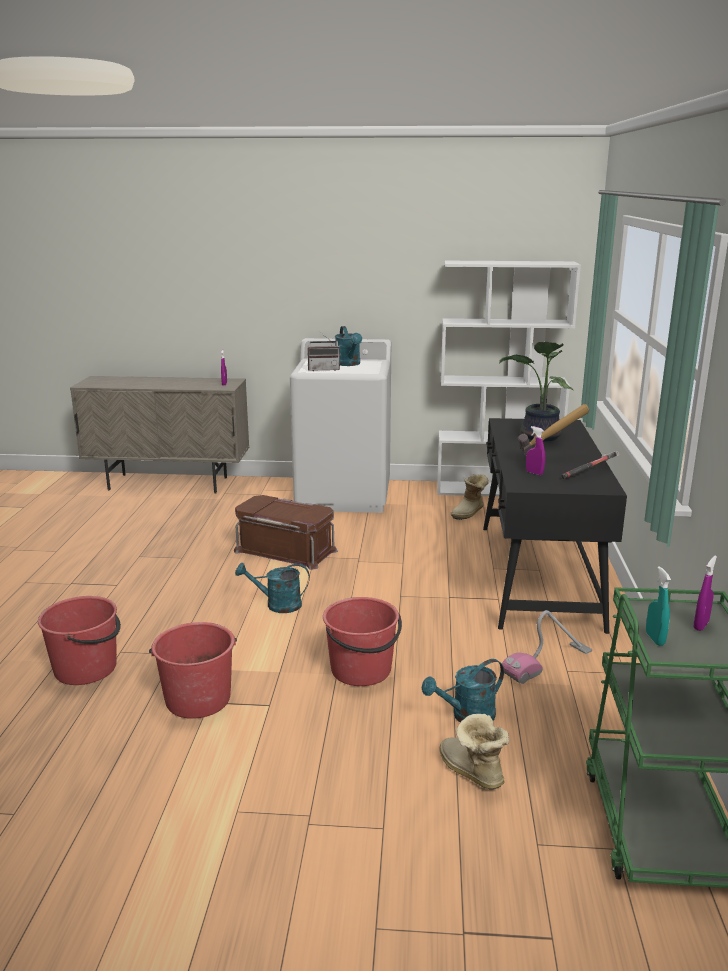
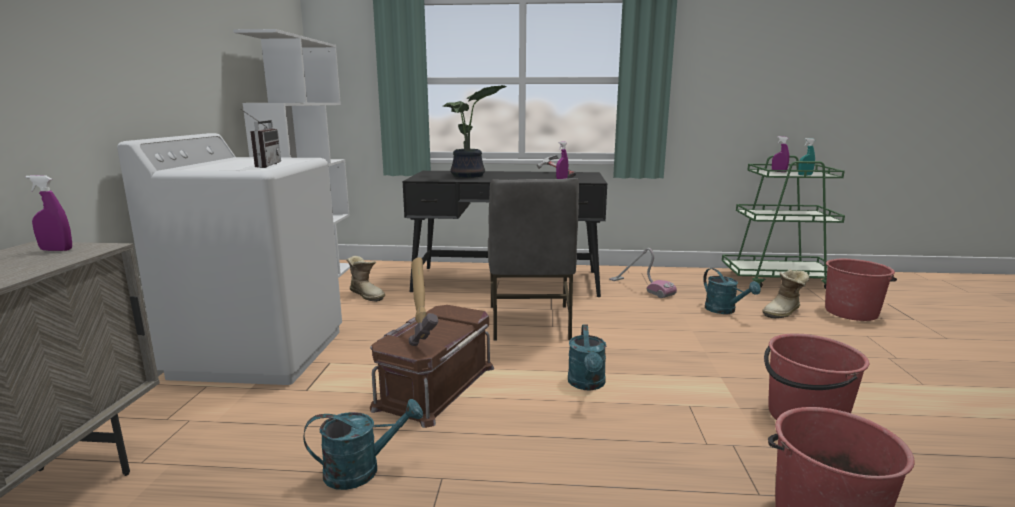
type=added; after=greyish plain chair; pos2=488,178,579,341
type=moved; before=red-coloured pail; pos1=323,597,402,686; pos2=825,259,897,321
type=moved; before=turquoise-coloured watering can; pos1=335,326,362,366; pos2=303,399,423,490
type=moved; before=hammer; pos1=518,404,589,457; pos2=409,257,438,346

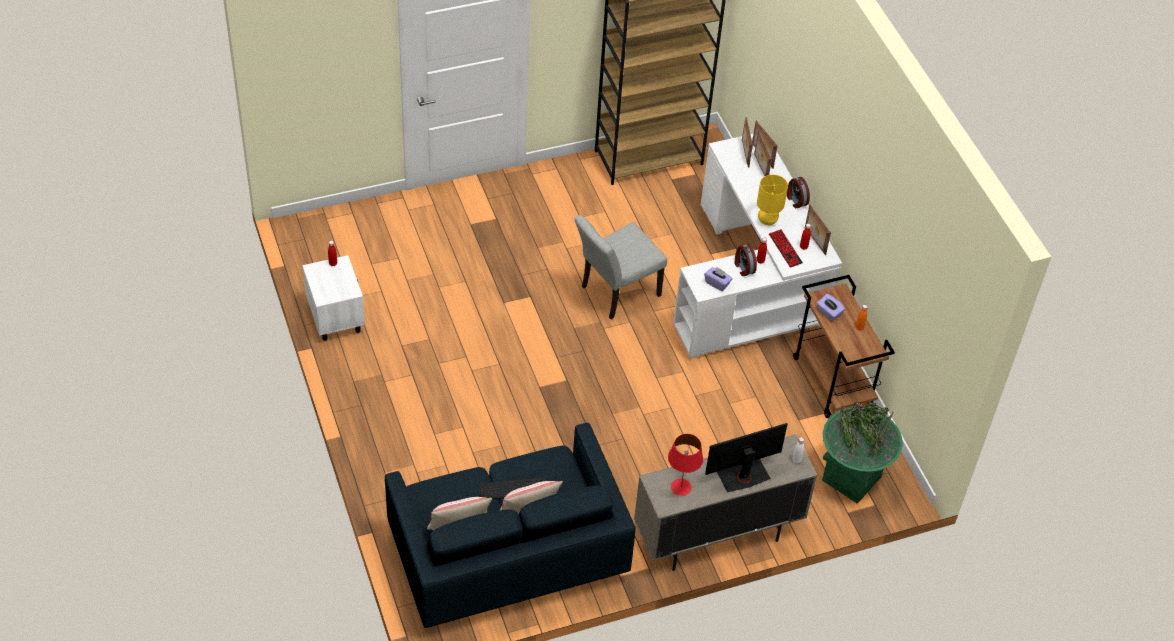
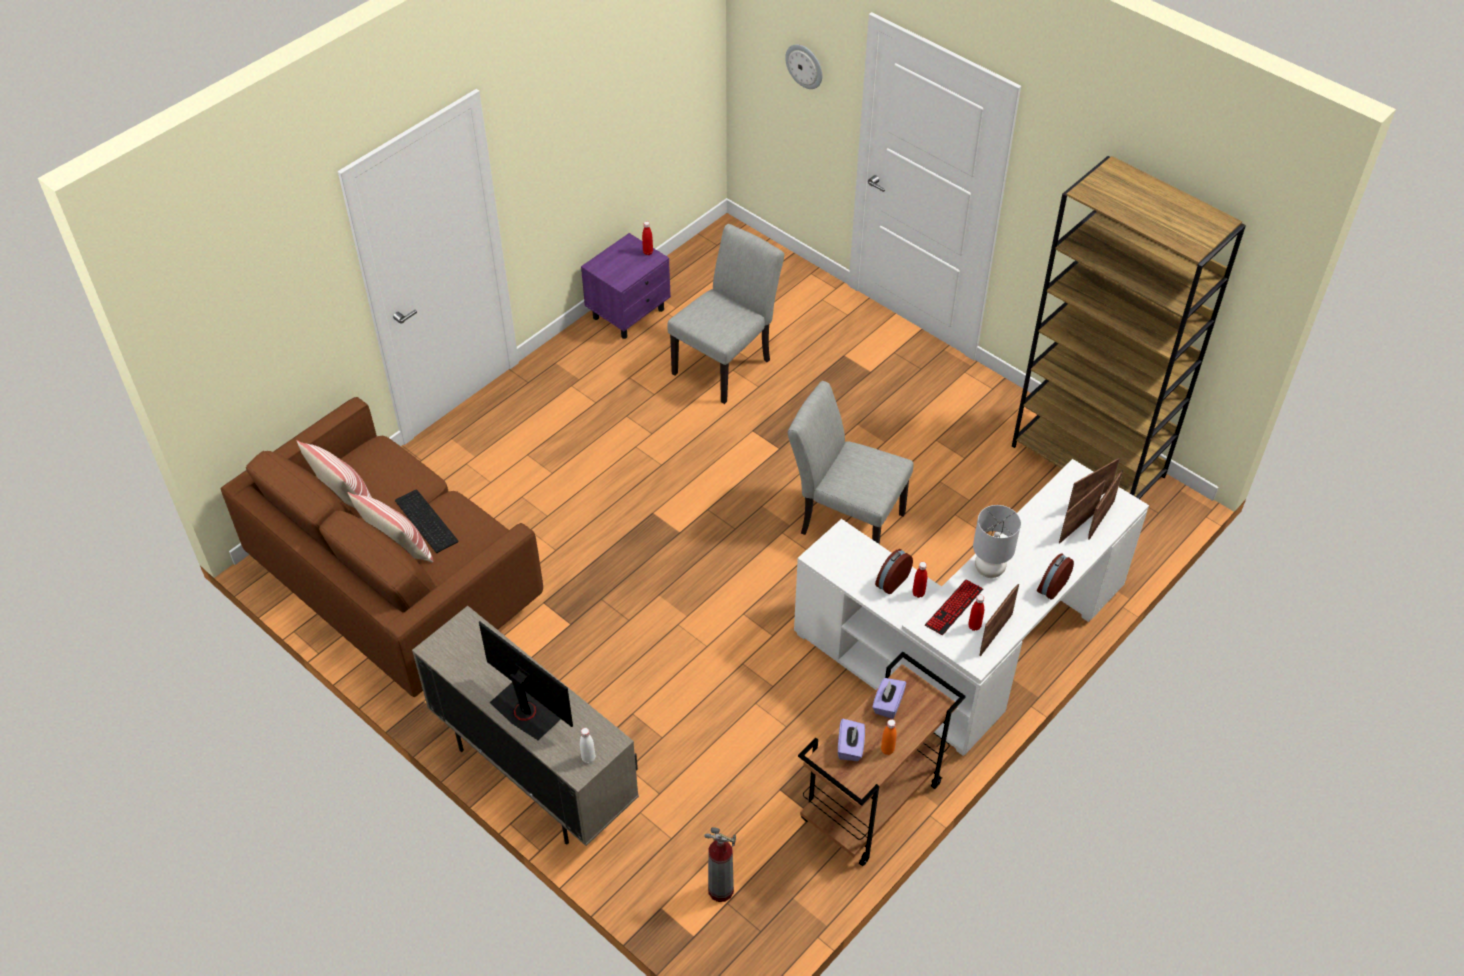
type=removed; before=red-coloured tabletop lamp; pos1=668,434,703,496
type=added; after=greyish plain chair; pos2=667,224,784,404
type=added; after=hanging clock; pos2=785,44,822,89
type=moved; before=purple box of tissues; pos1=704,267,732,291; pos2=838,719,865,761
type=replaced; before=green-coloured plant pot; after=fire extinguisher; pos1=822,402,903,504; pos2=704,827,736,902
type=recoloured; before=white bedside table; after=purple bedside table; pos1=302,255,365,341; pos2=581,233,671,339
type=recoloured; before=bluish settee; after=brown-coloured settee; pos1=385,423,636,628; pos2=221,397,543,697
type=recoloured; before=yellow-coloured tabletop lamp; after=greyish tabletop lamp; pos1=757,175,788,225; pos2=973,505,1021,578

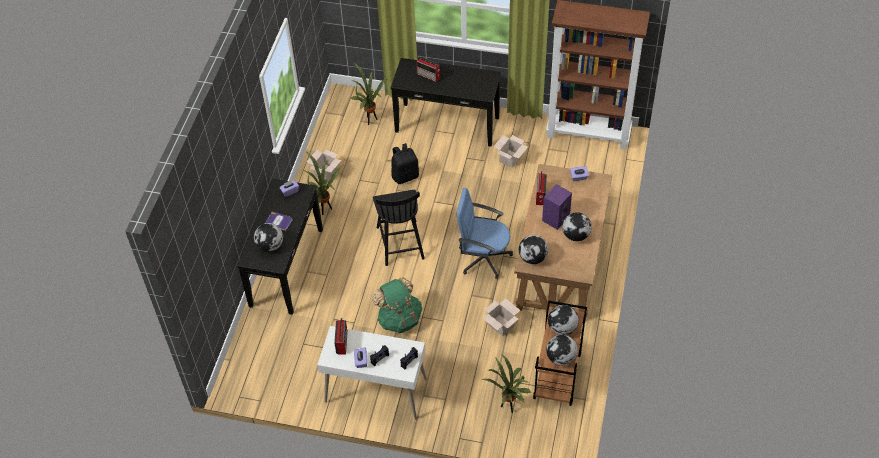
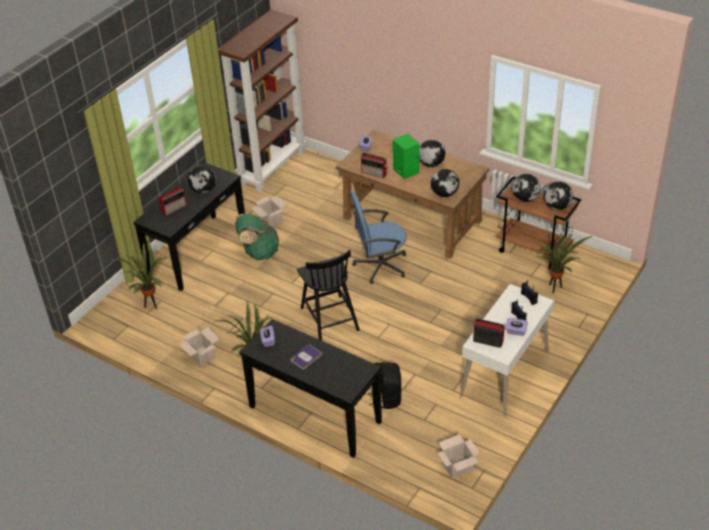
type=moved; before=world globe; pos1=254,223,283,252; pos2=188,165,216,193
type=moved; before=green-coloured backpack; pos1=372,277,422,333; pos2=235,213,279,260
type=moved; before=black backpack; pos1=391,143,419,184; pos2=368,362,402,409
type=moved; before=packing box; pos1=483,298,520,336; pos2=437,434,480,479
type=recoloured; before=purple speaker; after=green-coloured speaker; pos1=542,184,572,230; pos2=393,134,420,179
type=turned; before=black plain chair; pos1=373,190,425,266; pos2=297,250,360,341; turn=60
type=turned; before=bluish office chair; pos1=457,188,513,279; pos2=350,191,407,284; turn=45

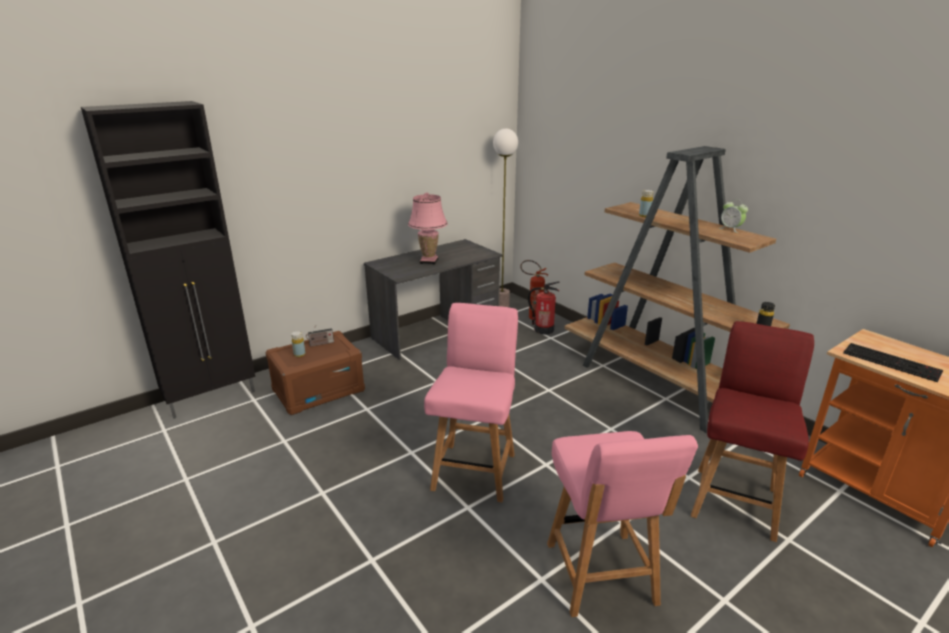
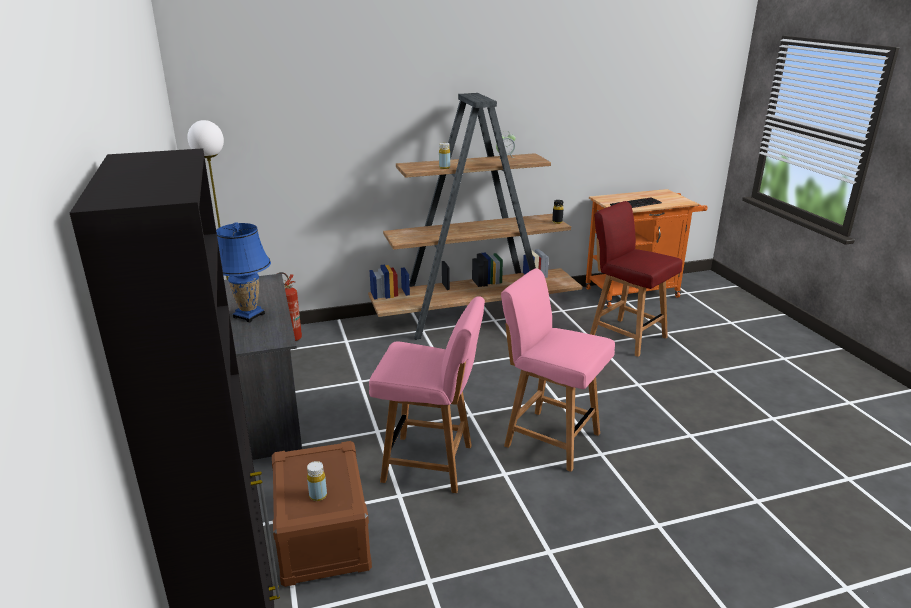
type=removed; before=radio receiver; pos1=306,326,334,347
type=removed; before=fire extinguisher; pos1=528,281,560,334
type=moved; before=pink-coloured plain chair; pos1=547,431,698,617; pos2=369,296,485,493
type=recoloured; before=pink-coloured tabletop lamp; after=bluish tabletop lamp; pos1=408,192,448,265; pos2=216,222,271,323

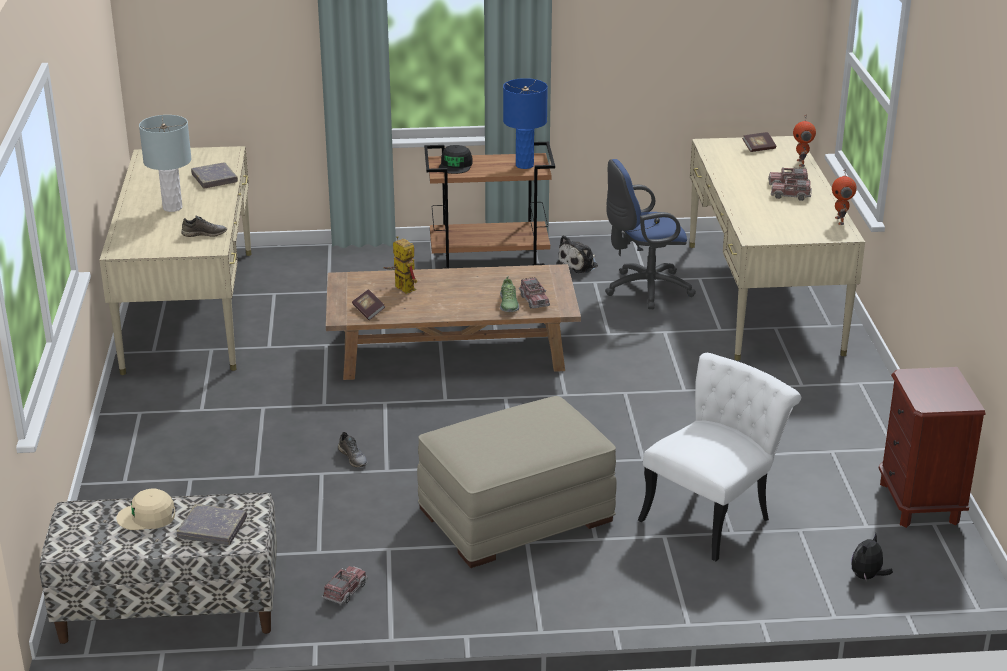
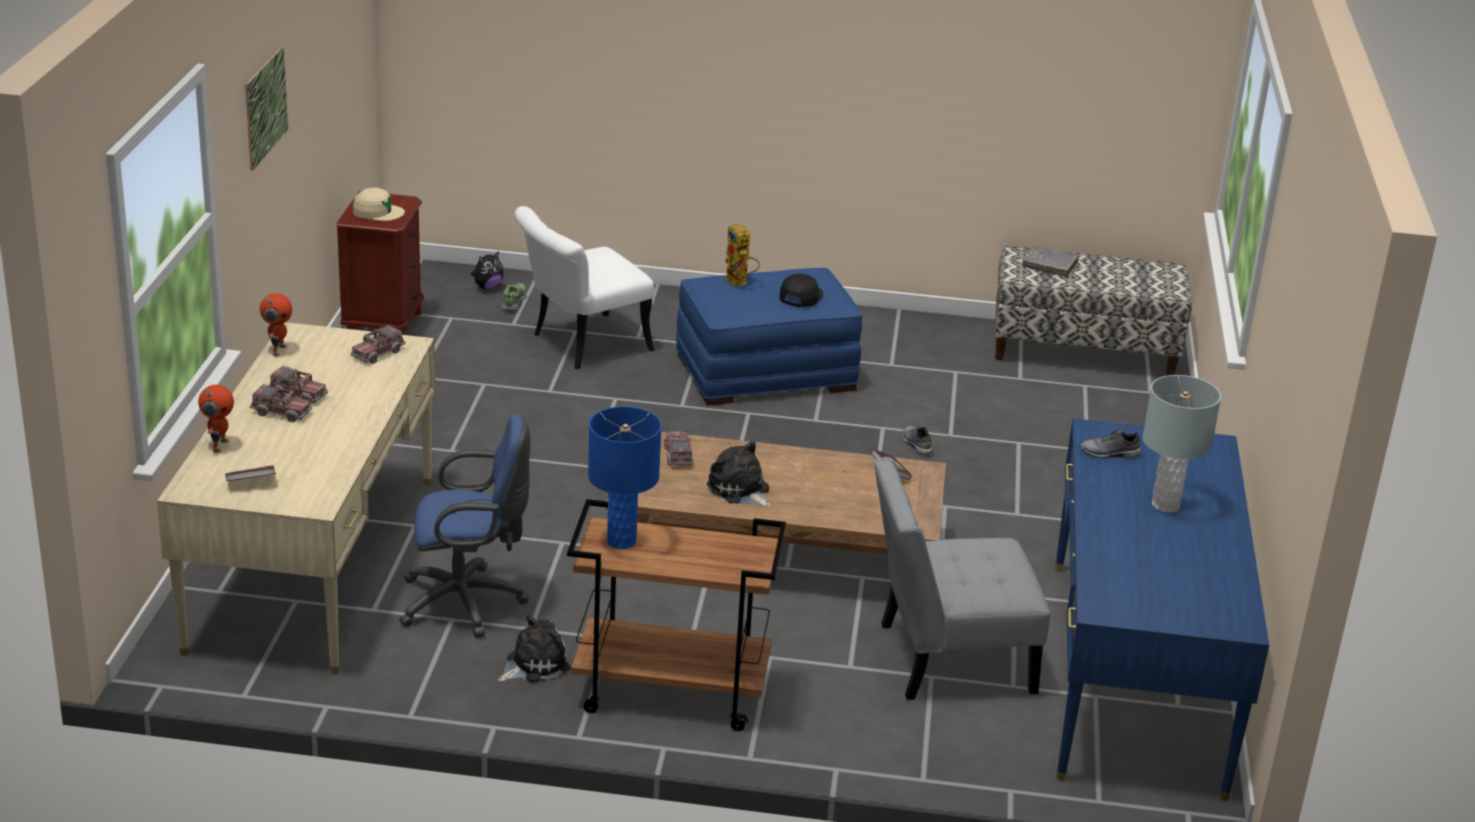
type=removed; before=greyish volume; pos1=191,162,238,188
type=added; after=wall picture; pos2=245,46,288,170
type=added; after=cuddly toy; pos2=707,441,771,507
type=added; after=greyish plain chair; pos2=874,457,1050,700
type=moved; before=sand-coloured cap; pos1=116,489,175,530; pos2=353,188,405,221
type=moved; before=toy truck; pos1=322,566,367,604; pos2=351,324,406,364
type=moved; before=robot figure; pos1=383,236,417,294; pos2=724,224,760,287
type=moved; before=black cap; pos1=439,145,473,174; pos2=780,274,823,307
type=moved; before=shoe; pos1=500,276,519,312; pos2=502,283,527,311
type=recoloured; before=sand-coloured desk unit; after=bluish desk unit; pos1=99,146,252,375; pos2=1055,419,1269,801
type=recoloured; before=sand-coloured footrest; after=bluish footrest; pos1=417,396,617,568; pos2=676,268,862,406

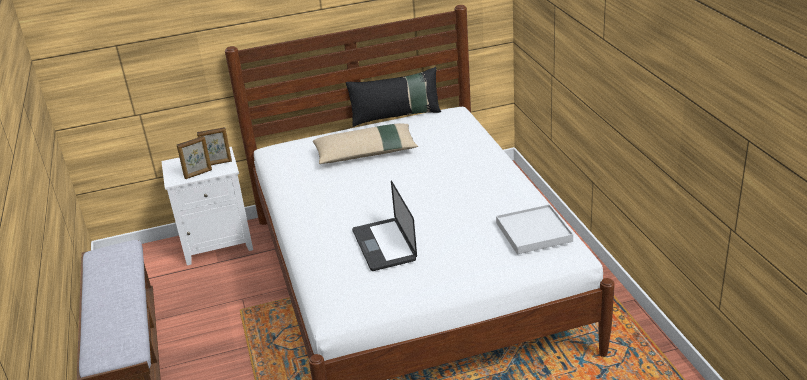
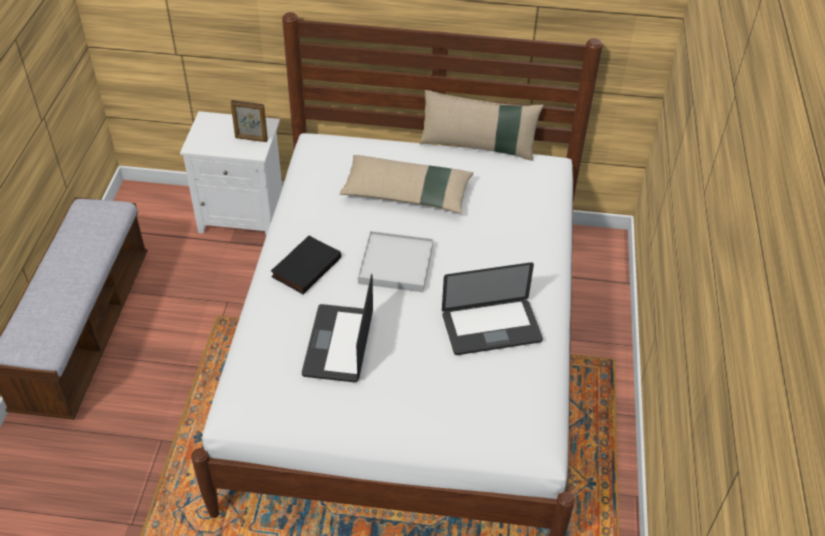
type=removed; before=standing frame; pos1=177,136,212,179
type=added; after=black volume; pos2=271,236,341,294
type=added; after=laptop; pos2=442,262,543,355
type=moved; before=white serving tray; pos1=496,204,573,254; pos2=358,231,433,292
type=recoloured; before=black throw pillow; after=sand-coloured throw pillow; pos1=345,67,441,127; pos2=420,90,543,161

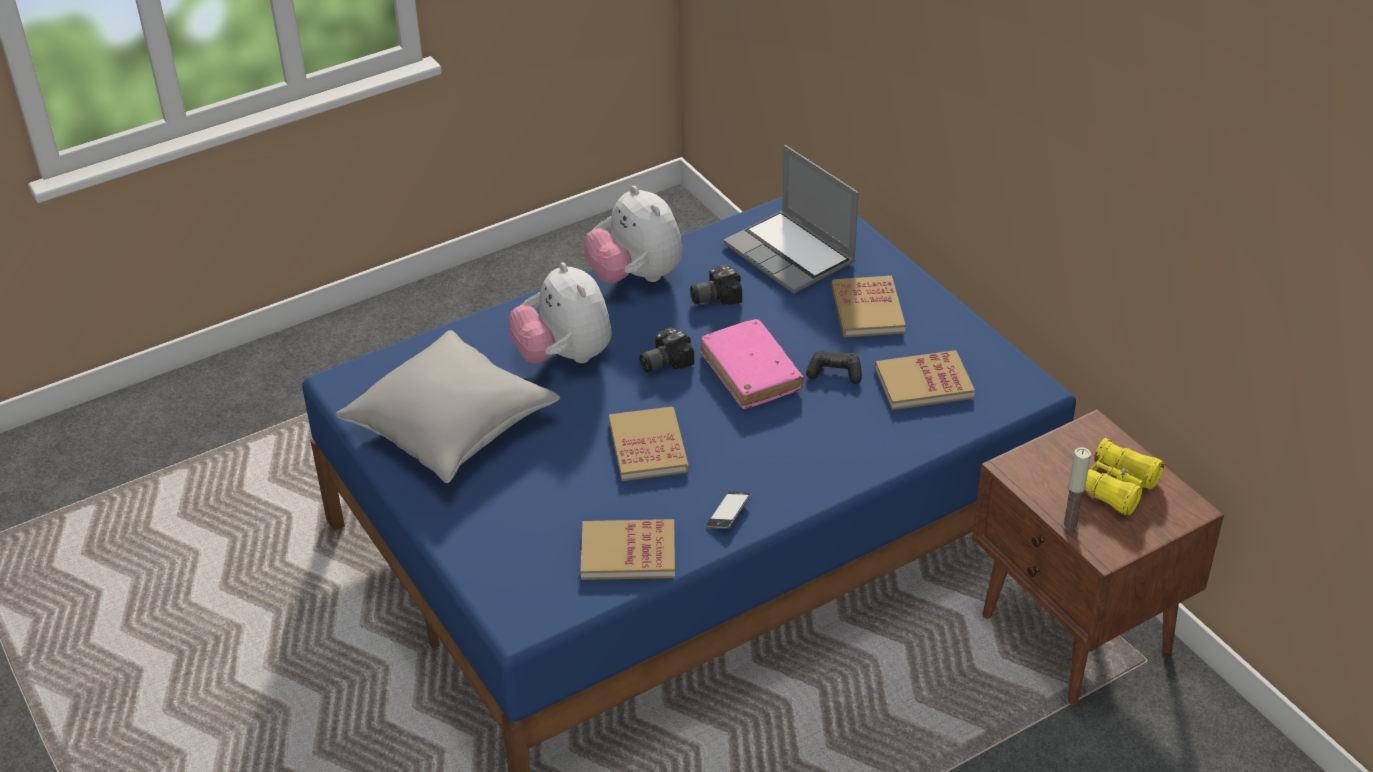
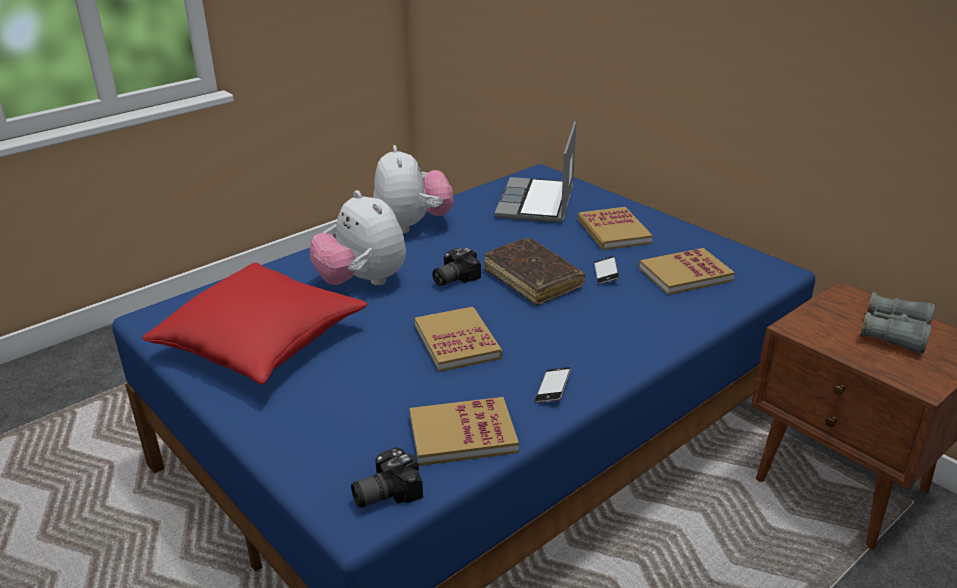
type=removed; before=candle; pos1=1062,447,1091,532
type=moved; before=photo camera; pos1=690,264,742,305; pos2=351,447,423,508
type=replaced; before=black joypad; after=handset; pos1=806,349,862,384; pos2=594,256,620,285
type=recoloured; before=greyish throw pillow; after=red-coloured throw pillow; pos1=336,330,560,483; pos2=142,263,368,385
type=recoloured; before=pink-coloured volume; after=brown-coloured volume; pos1=701,319,804,409; pos2=484,238,585,305
type=recoloured; before=yellow-coloured binoculars; after=greyish binoculars; pos1=1086,438,1164,516; pos2=860,292,935,354
type=turned; before=cuddly toy; pos1=584,186,683,283; pos2=373,145,453,234; turn=-150
type=turned; before=laptop; pos1=723,145,859,294; pos2=494,121,576,223; turn=60

